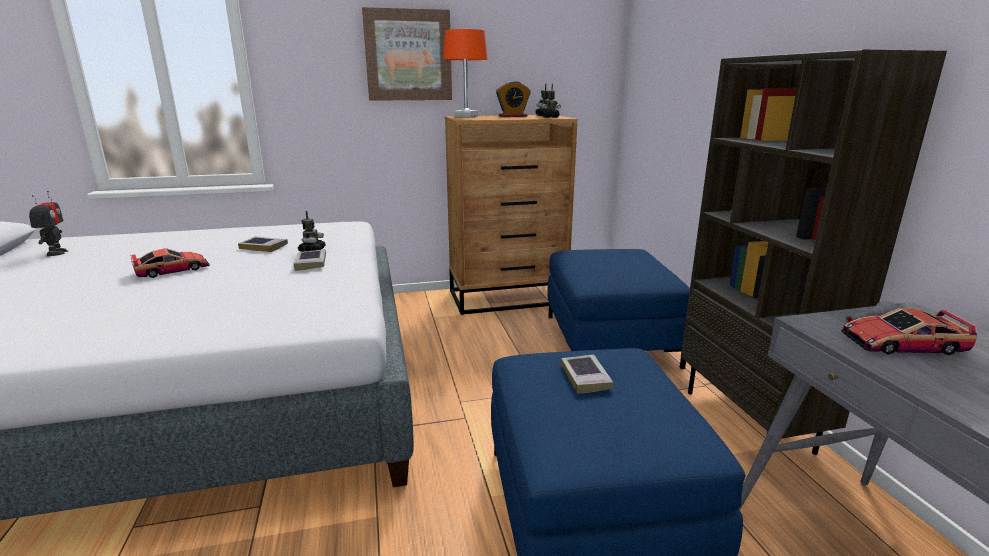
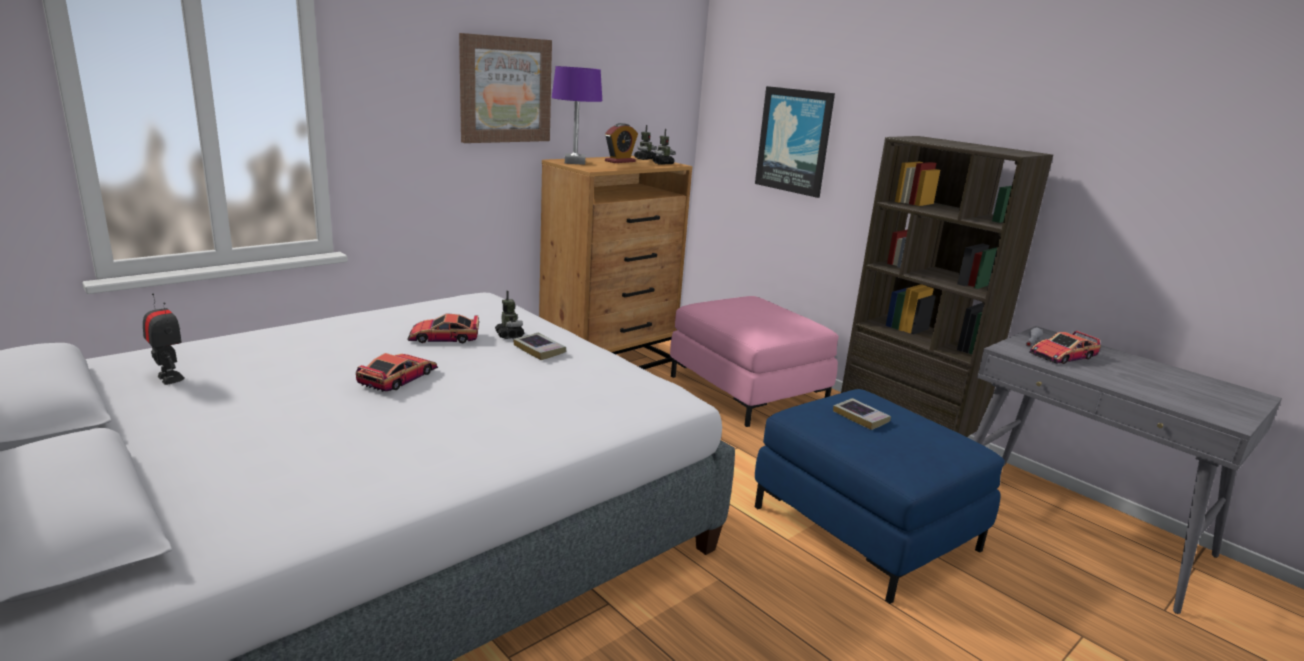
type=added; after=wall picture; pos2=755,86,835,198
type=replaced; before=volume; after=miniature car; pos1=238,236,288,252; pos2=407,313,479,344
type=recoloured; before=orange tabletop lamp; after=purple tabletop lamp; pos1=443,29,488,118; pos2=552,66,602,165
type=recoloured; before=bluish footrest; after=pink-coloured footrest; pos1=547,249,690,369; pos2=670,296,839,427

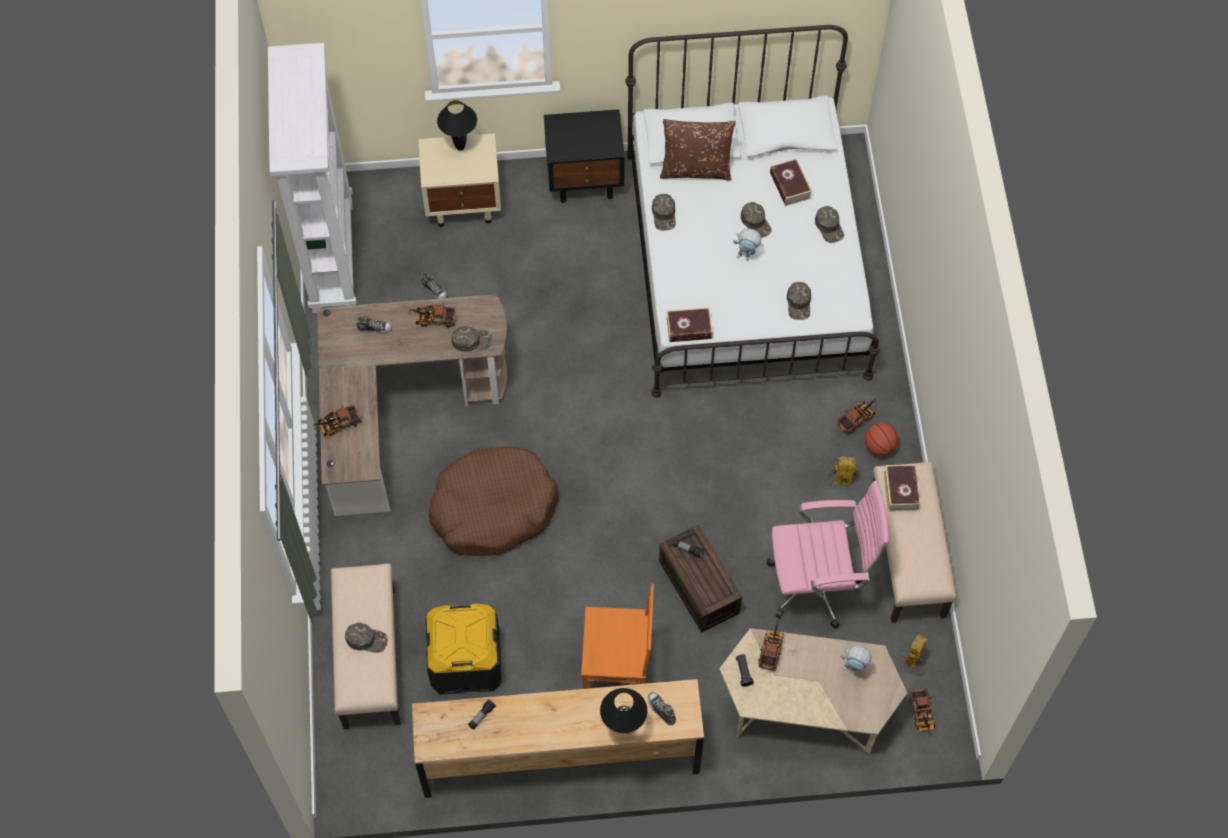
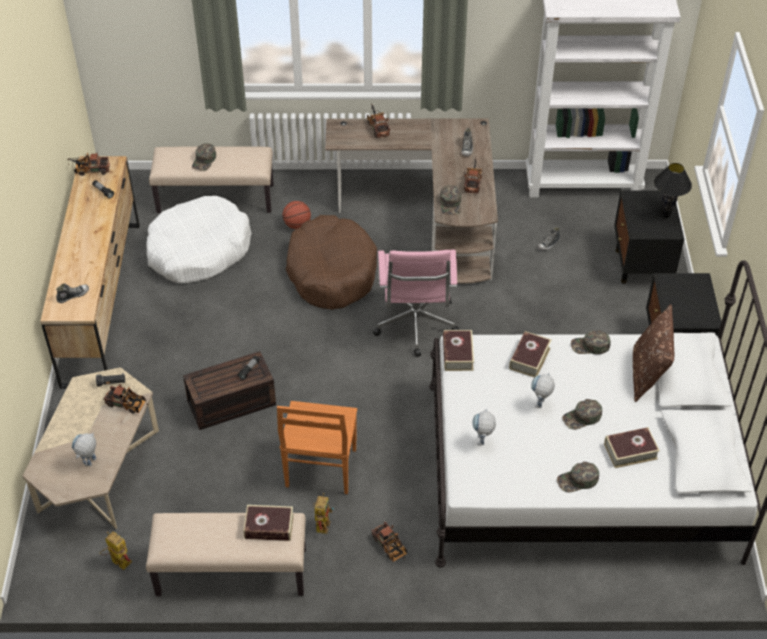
type=removed; before=black tabletop lamp; pos1=600,688,648,733
type=added; after=volume; pos2=509,331,552,378
type=moved; before=orange plain chair; pos1=581,584,654,689; pos2=277,401,357,494
type=moved; before=pink-coloured office chair; pos1=767,481,888,629; pos2=373,250,459,357
type=moved; before=basketball; pos1=865,422,899,456; pos2=282,201,311,229
type=moved; before=toy truck; pos1=909,688,935,733; pos2=68,153,110,176
type=replaced; before=black storage container; after=white pet bed; pos1=426,603,502,695; pos2=146,196,251,283
type=replaced; before=green-coloured cap; after=robot figure; pos1=787,282,811,320; pos2=472,409,496,446
type=recoloured; before=sand-coloured bedside table; after=black bedside table; pos1=418,133,501,227; pos2=614,190,684,284

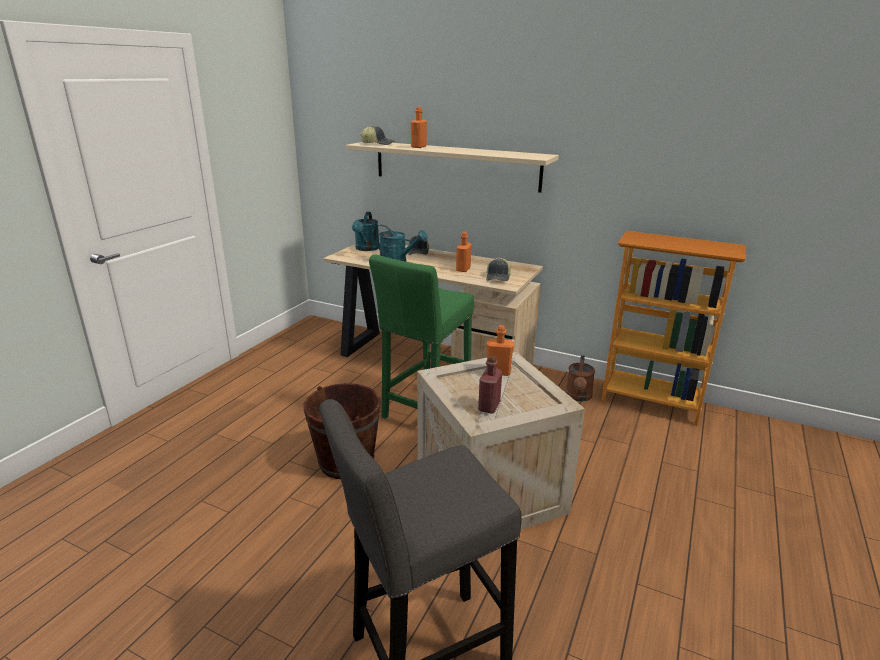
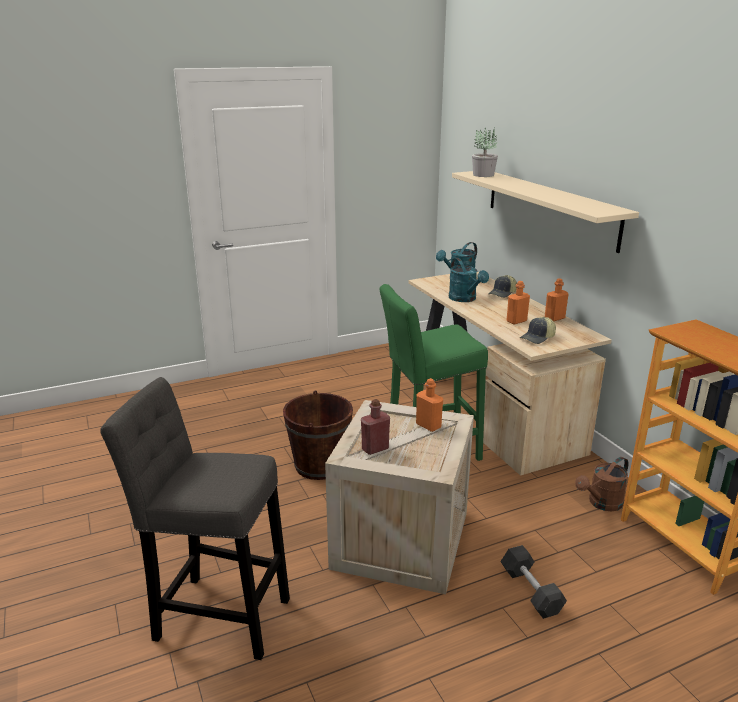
type=added; after=greyish free weight; pos2=500,545,567,619
type=moved; before=orange bottle; pos1=411,107,427,148; pos2=545,278,569,321
type=replaced; before=cap; after=potted plant; pos1=360,126,395,145; pos2=472,127,498,177

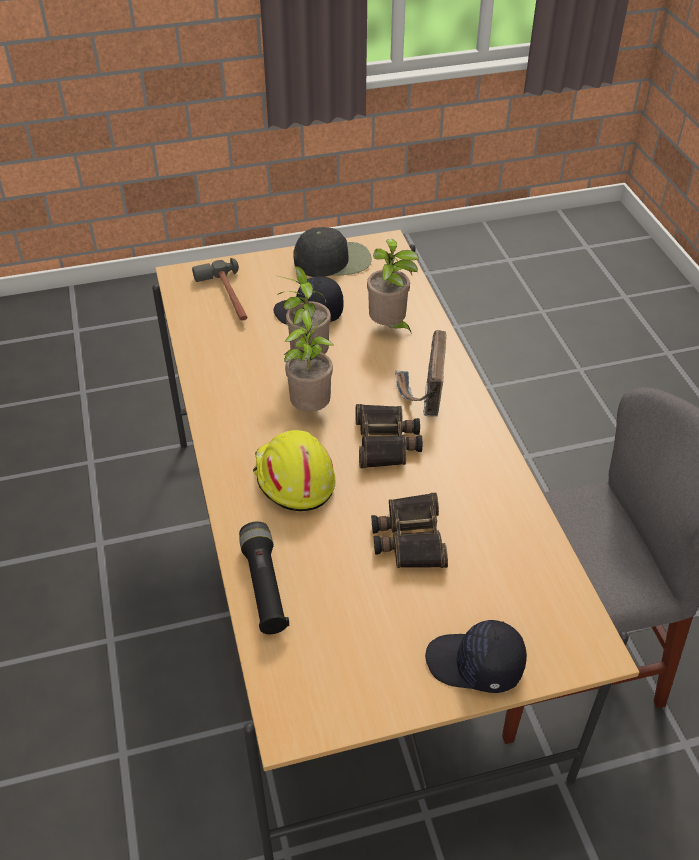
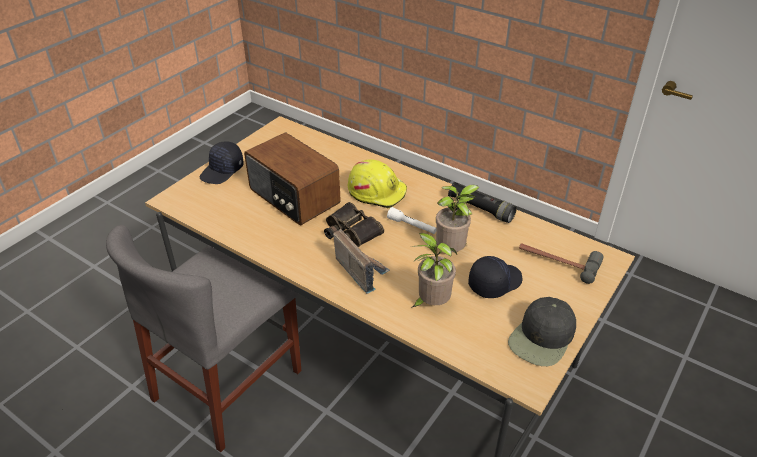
type=moved; before=black torch; pos1=239,522,289,634; pos2=448,182,517,223
type=replaced; before=potted plant; after=white torch; pos1=284,310,333,412; pos2=387,207,436,234
type=replaced; before=binoculars; after=radio receiver; pos1=371,493,448,568; pos2=244,133,341,225
type=turned; before=black cap; pos1=425,620,527,693; pos2=200,141,244,184; turn=150

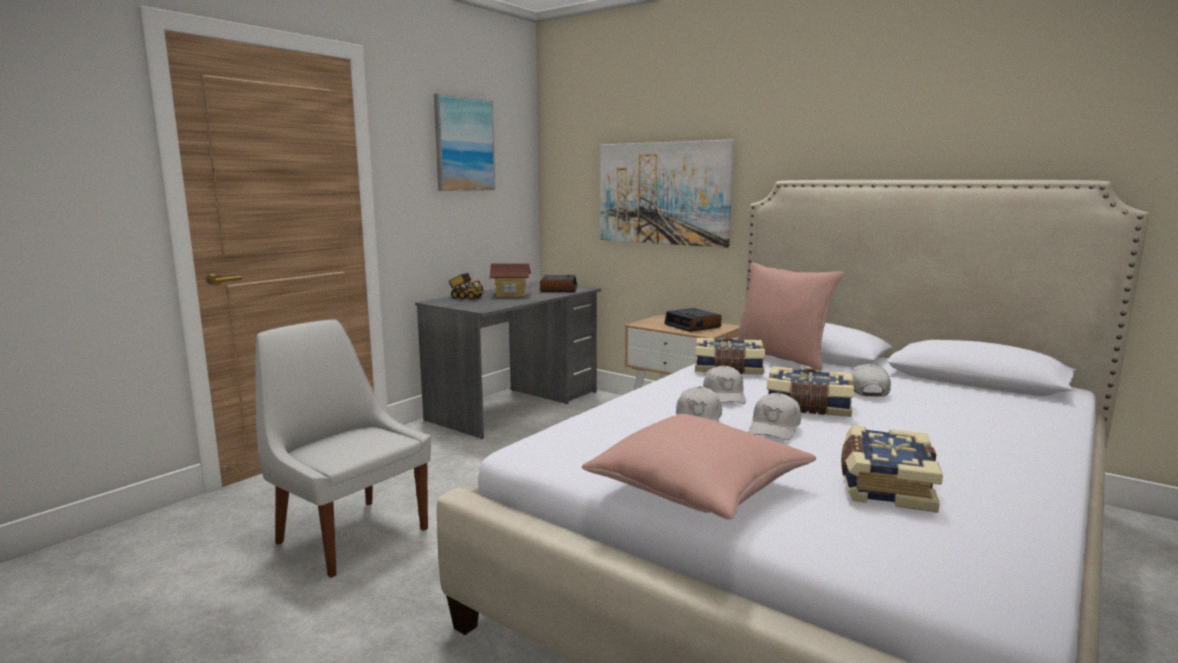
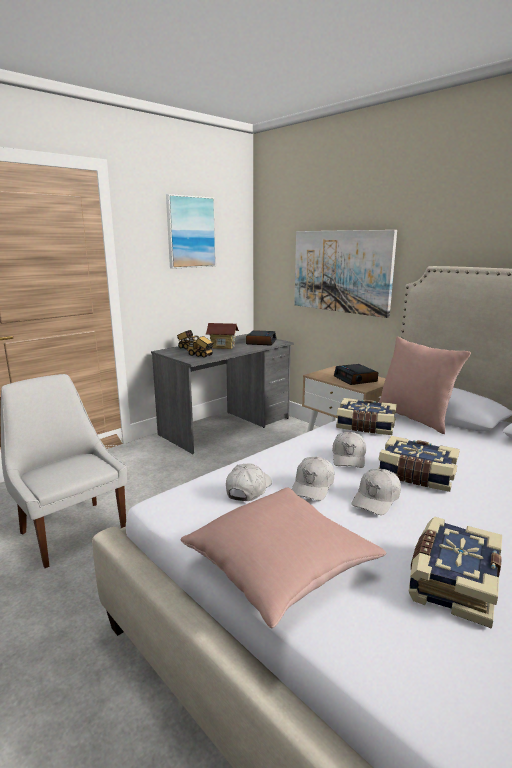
type=added; after=toy truck; pos2=187,336,214,358
type=moved; before=white cap; pos1=851,364,891,397; pos2=226,463,272,501

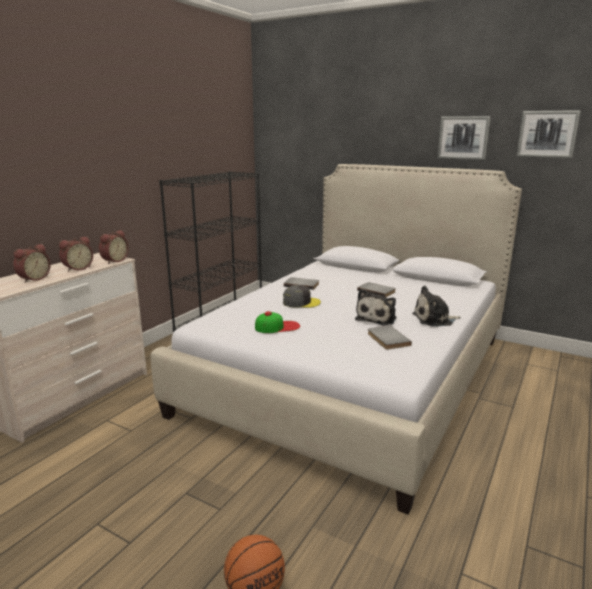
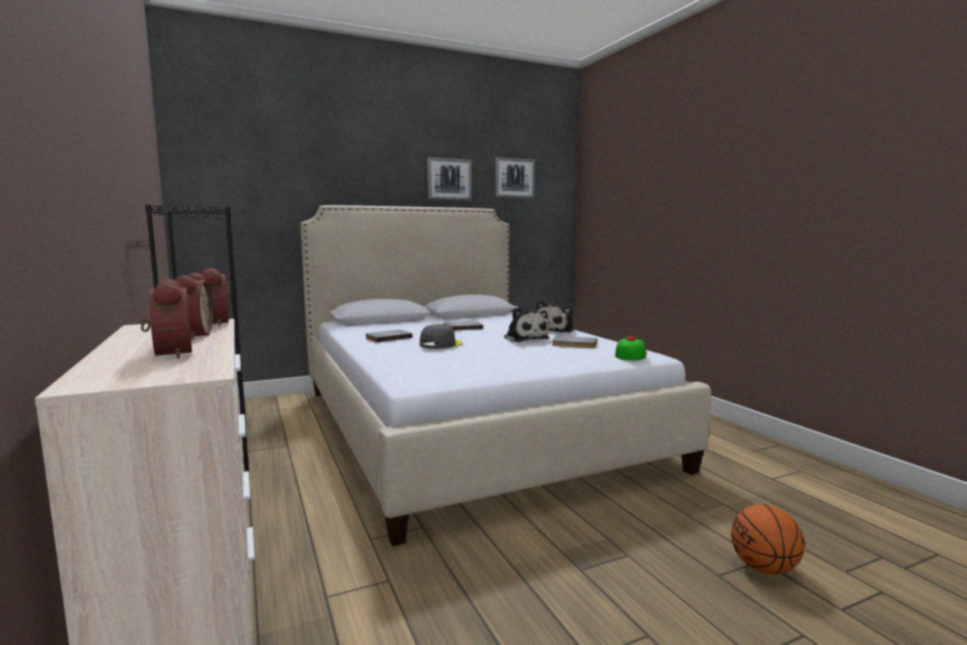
type=moved; before=cap; pos1=255,311,300,333; pos2=615,336,647,361

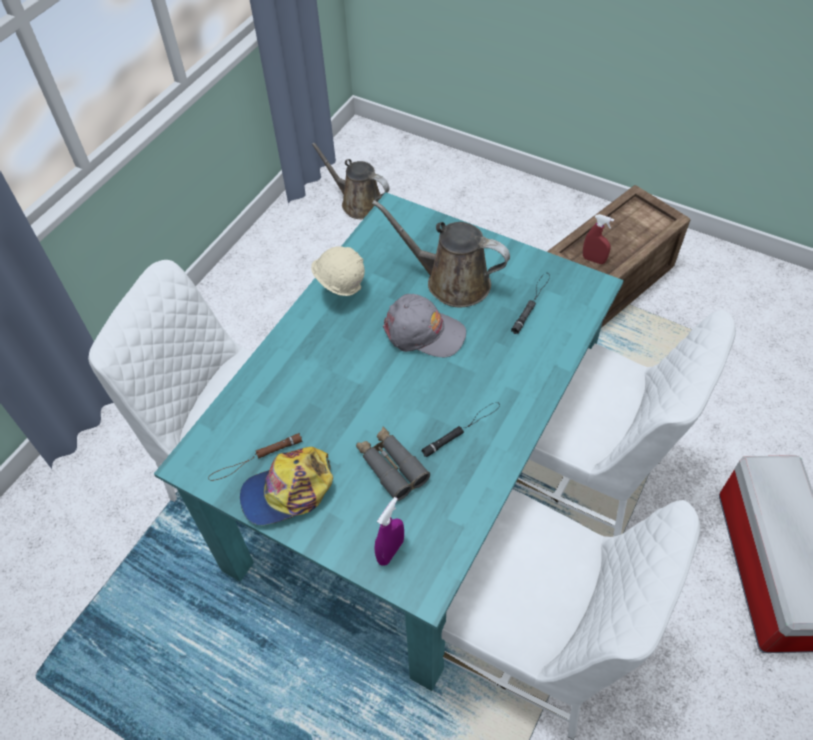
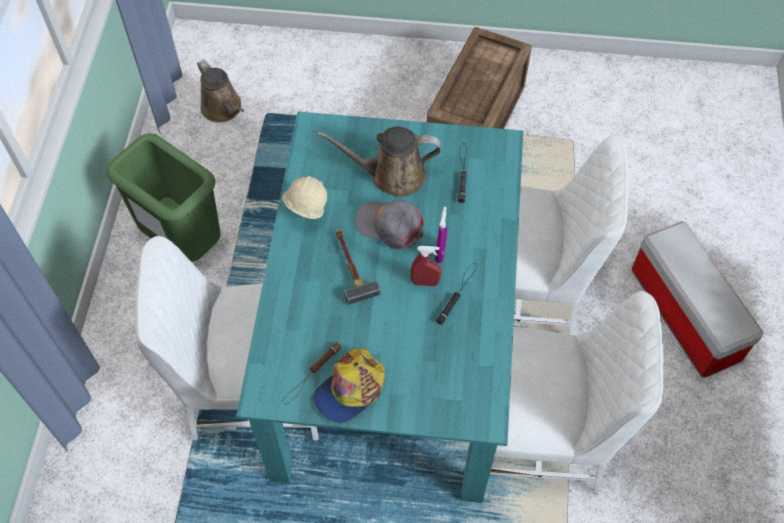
type=removed; before=greyish binoculars; pos1=356,427,430,501
type=added; after=green-coloured rubbish bin; pos2=106,133,221,262
type=added; after=hammer; pos2=336,229,381,305
type=moved; before=purple sprayer; pos1=374,497,404,566; pos2=435,207,447,263
type=moved; before=red-coloured sprayer; pos1=583,214,614,264; pos2=411,246,442,286
type=turned; before=brown-coloured watering can; pos1=312,143,390,219; pos2=197,59,244,122; turn=-135
type=turned; before=greyish cap; pos1=383,294,466,357; pos2=355,199,425,250; turn=-150

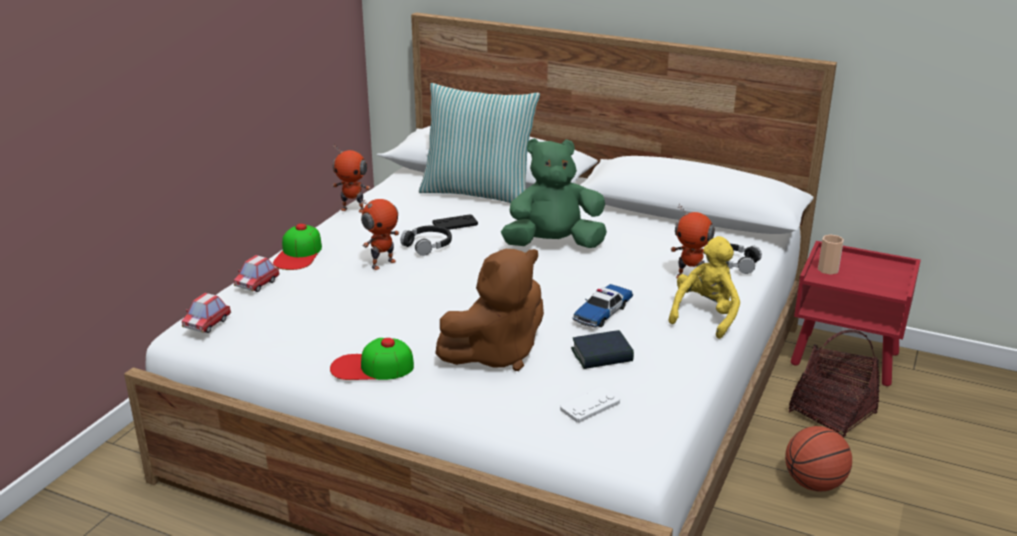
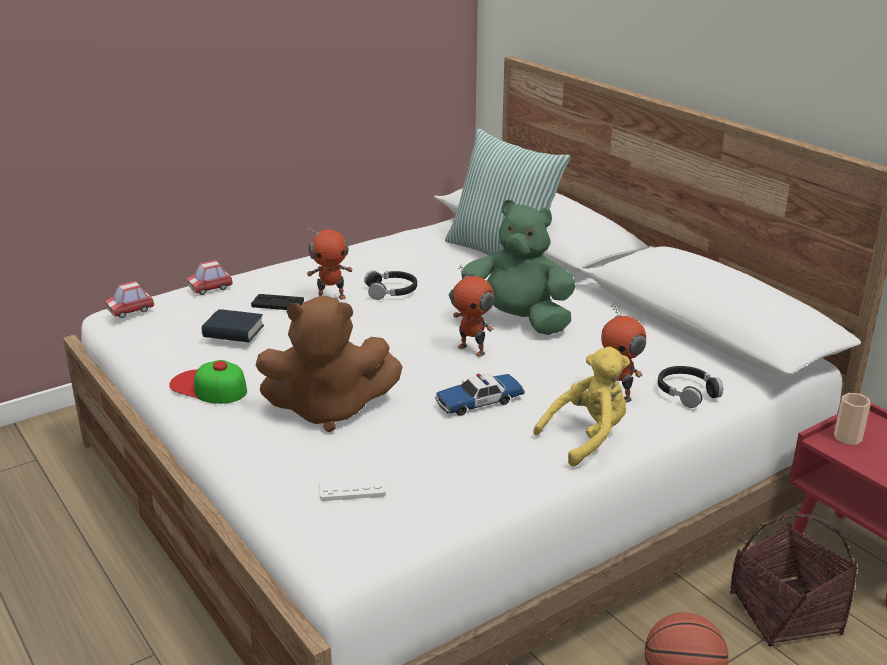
type=removed; before=cap; pos1=273,224,322,270
type=moved; before=robot figure; pos1=333,144,371,213; pos2=452,265,494,357
type=moved; before=black joypad; pos1=433,214,478,230; pos2=251,294,304,310
type=moved; before=volume; pos1=571,330,634,369; pos2=202,309,264,342

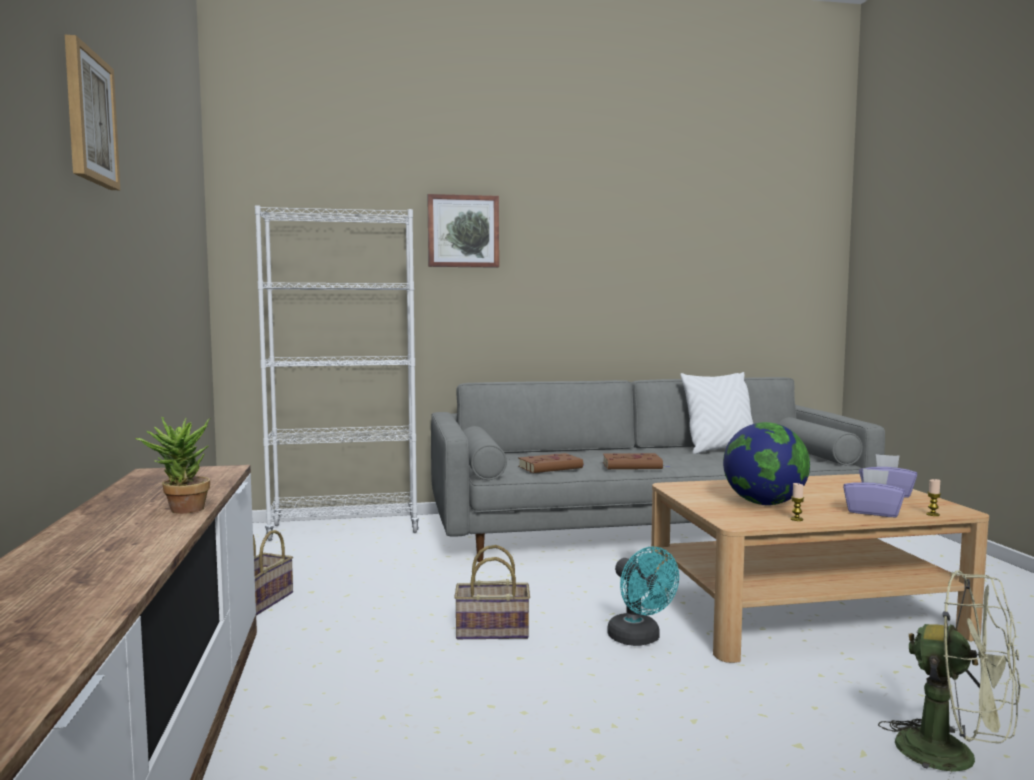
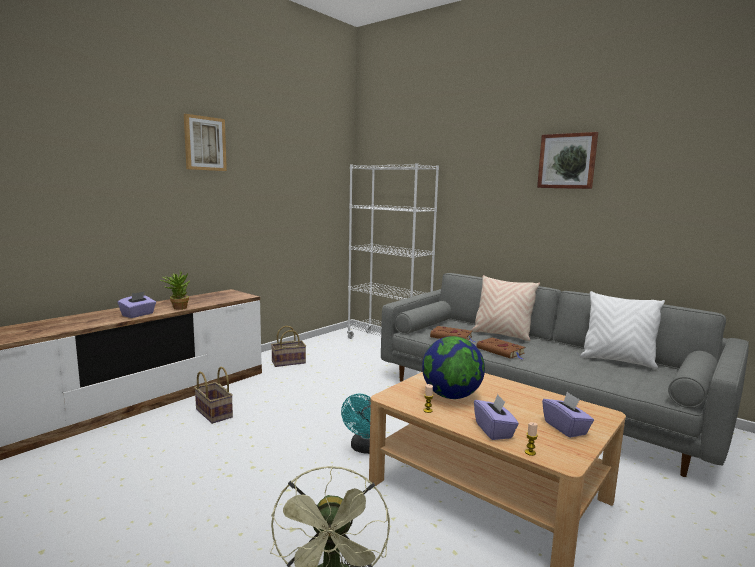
type=added; after=purple box of tissues; pos2=118,291,156,318
type=added; after=sand-coloured throw pillow; pos2=471,275,540,341
type=moved; before=wall picture; pos1=427,194,499,268; pos2=537,132,598,189
type=moved; before=storage basket; pos1=454,545,530,639; pos2=194,367,233,424

